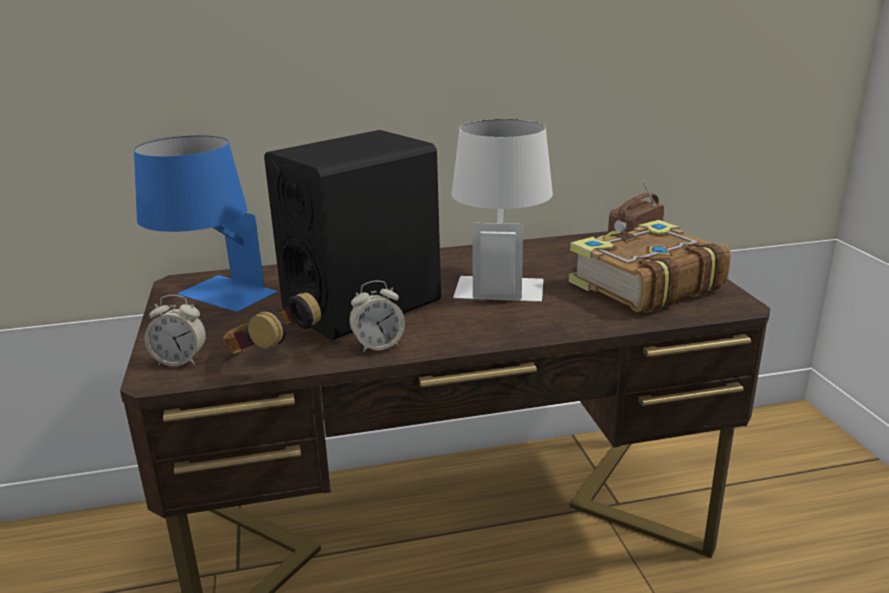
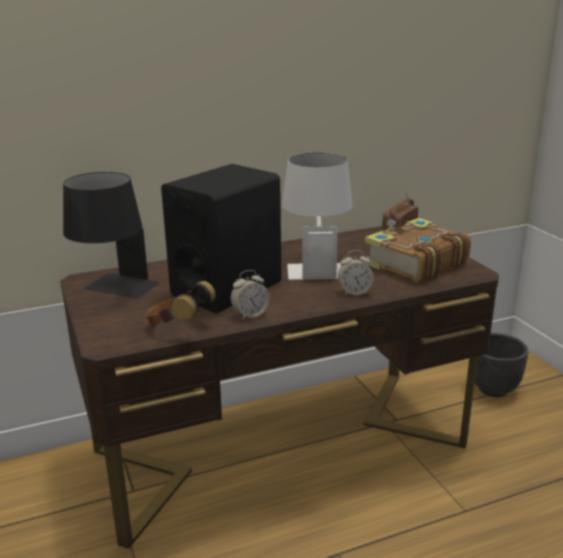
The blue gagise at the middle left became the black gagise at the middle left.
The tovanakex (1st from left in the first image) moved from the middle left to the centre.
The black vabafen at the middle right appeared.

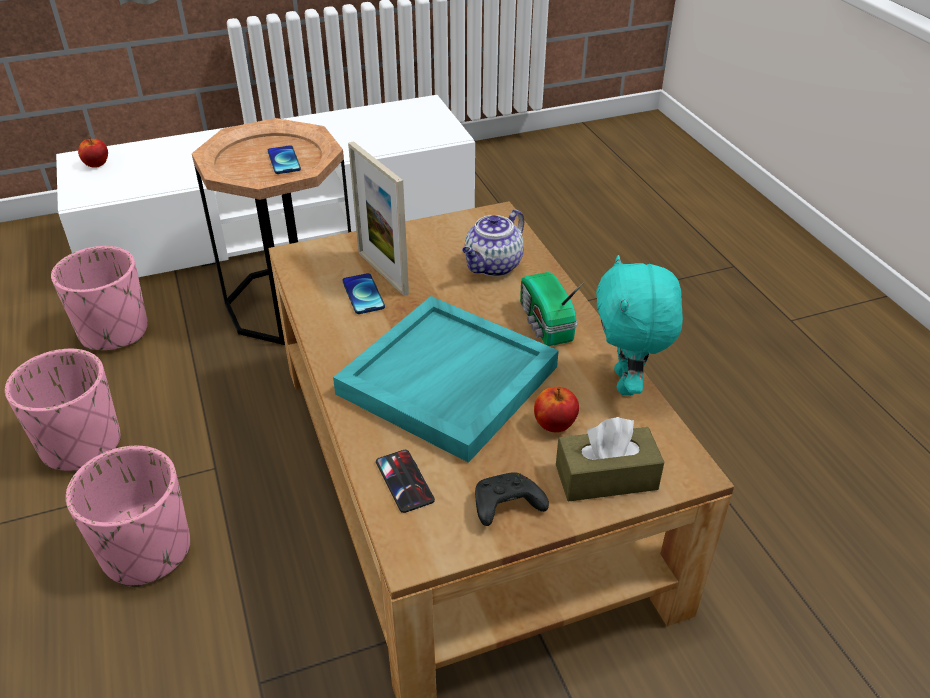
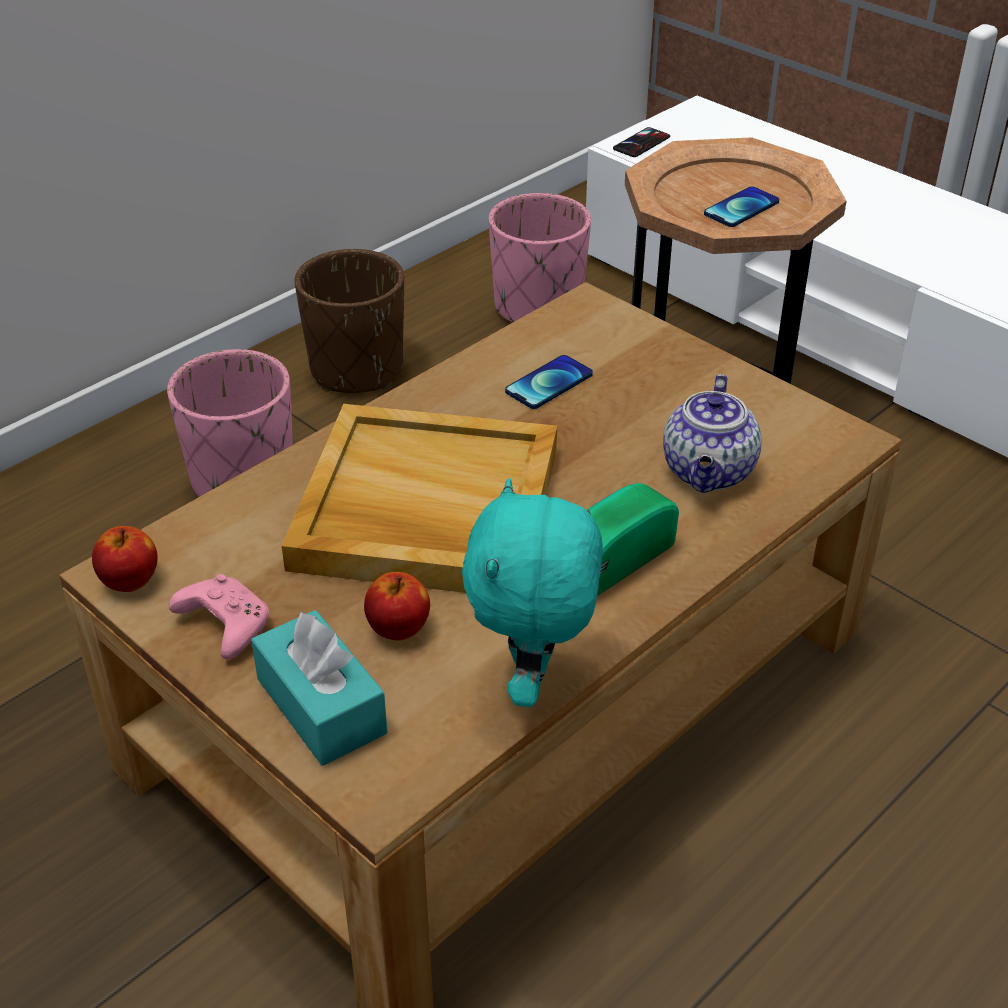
The pink vabafen (1st from left) at the middle left became the brown vabafen at the top centre.
The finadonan (1st from left) moved from the top left to the middle left.
The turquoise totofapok at the centre became the beige totofapok at the centre.
The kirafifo at the top centre disappeared.
The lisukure (3rd from left in the first image) moved from the bottom centre to the top centre.
The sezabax at the centre turned 90 degrees counterclockwise.
The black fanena at the bottom centre became the pink fanena at the middle left.
The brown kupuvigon at the centre became the turquoise kupuvigon at the bottom left.
The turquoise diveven at the middle right turned 60 degrees counterclockwise.

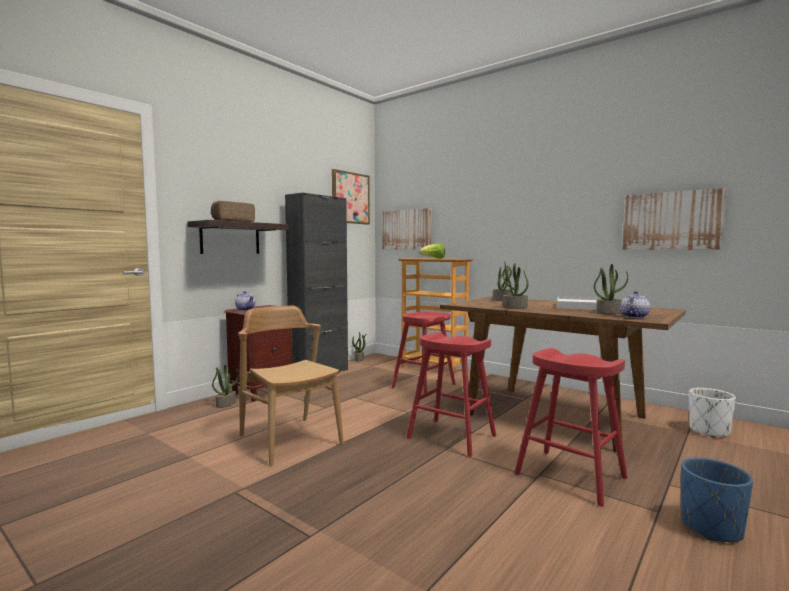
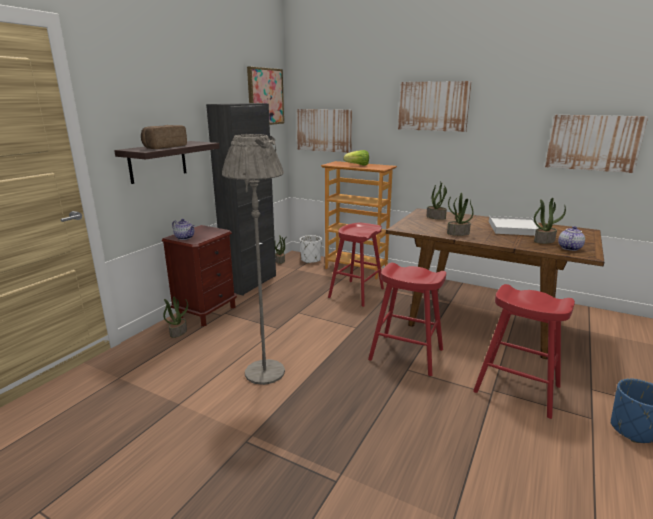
The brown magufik at the centre was replaced by the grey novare at the centre.
The white vabafen moved from the bottom right to the centre.
The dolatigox (3rd from left) at the top centre appeared.

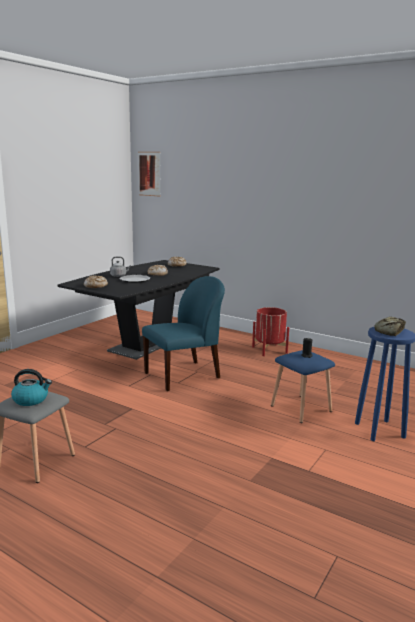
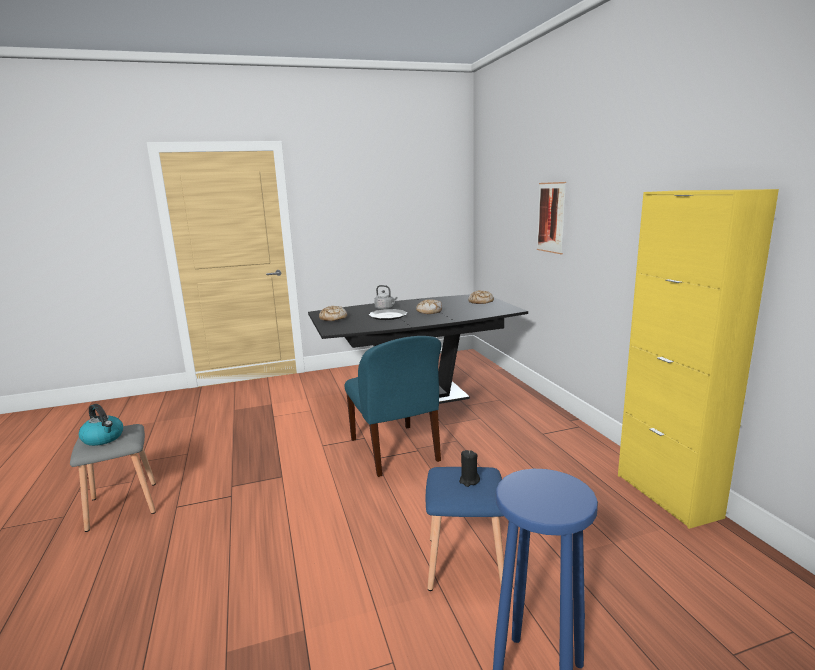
The dolatigox moved from the top centre to the top right.
The blue magufik at the centre turned 60 degrees clockwise.
The red vabafen at the centre disappeared.
The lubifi (4th from left) at the middle right disappeared.
The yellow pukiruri at the middle right appeared.

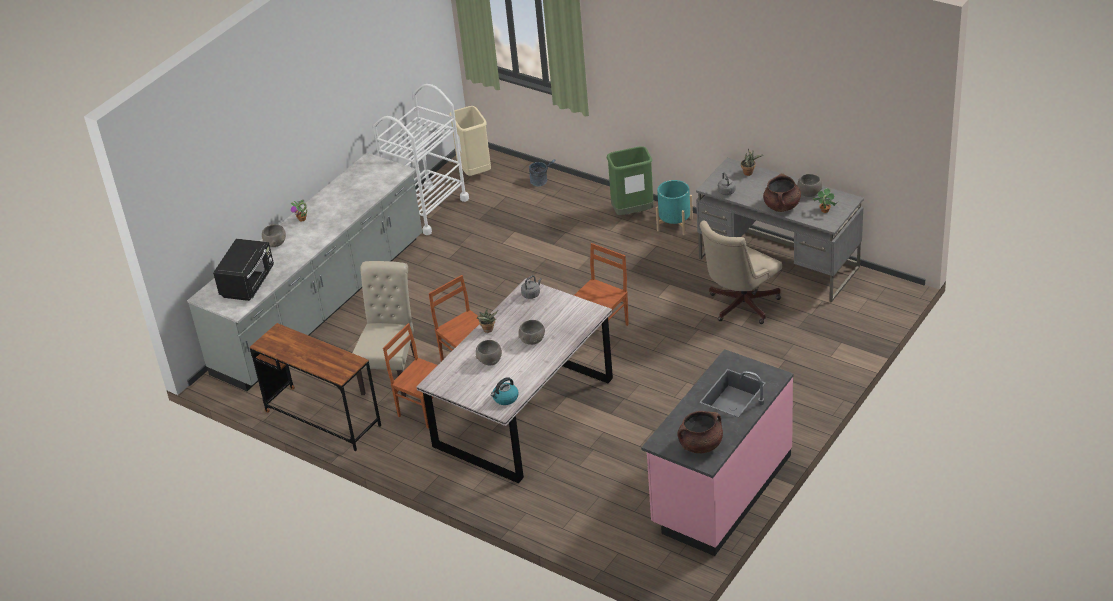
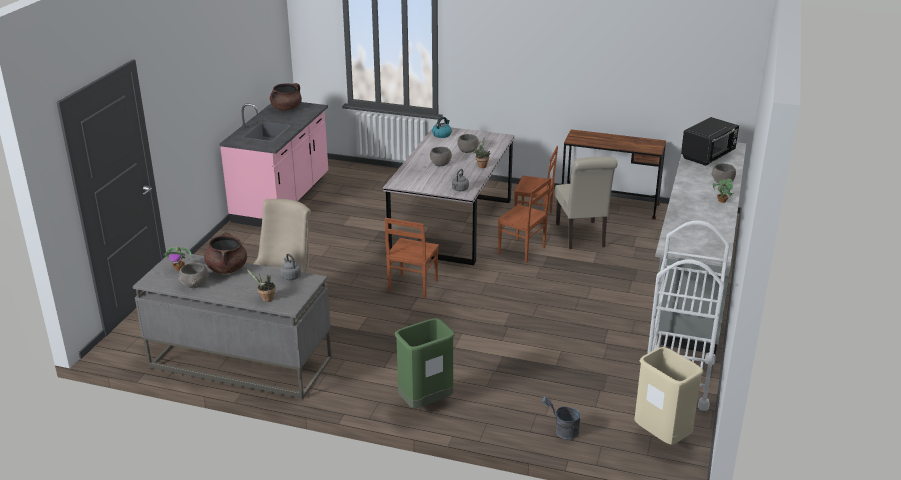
The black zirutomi at the middle left turned 135 degrees counterclockwise.
The turquoise vabafen at the centre disappeared.

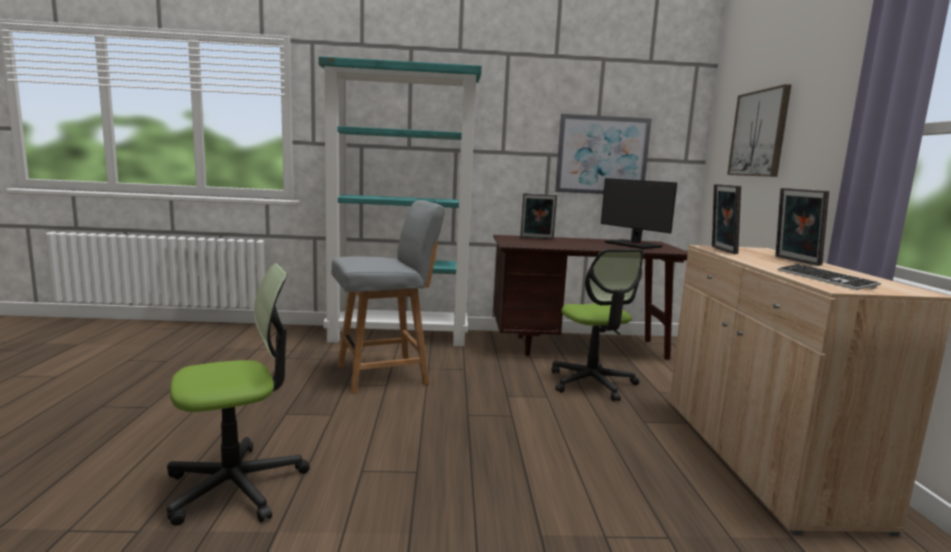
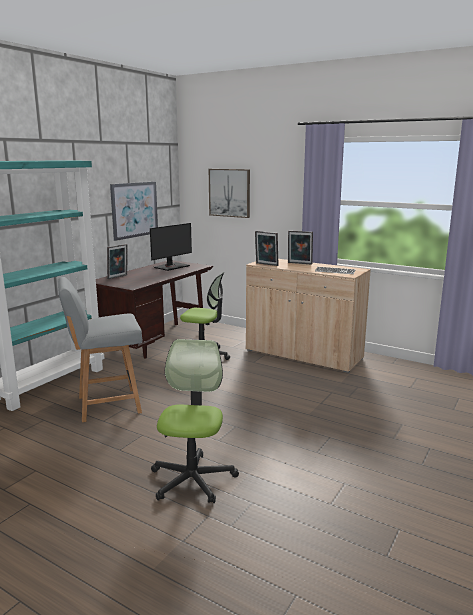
The grey magufik at the centre turned 120 degrees counterclockwise.
The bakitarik at the middle right turned 45 degrees counterclockwise.

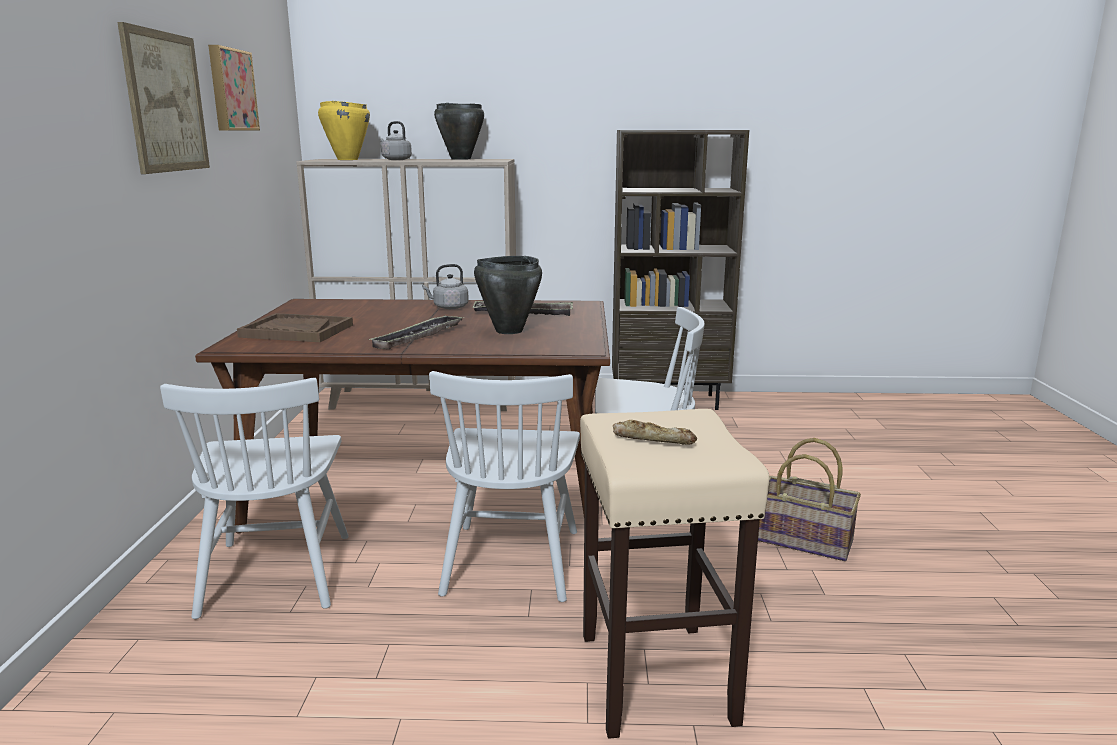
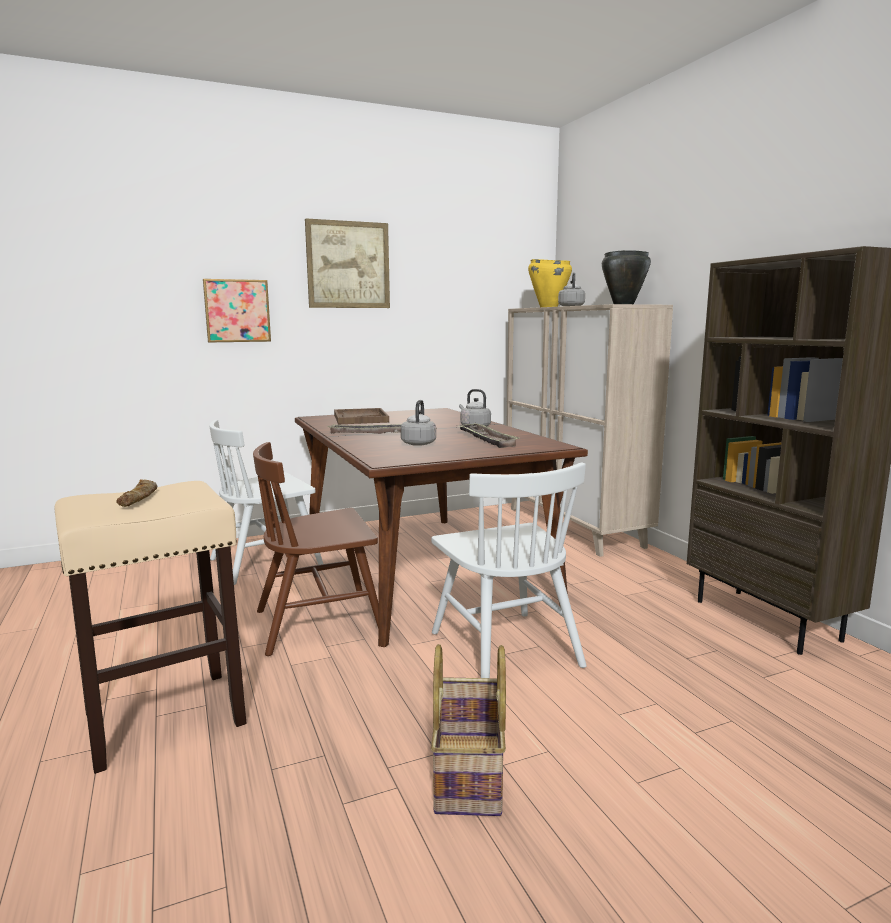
The dolatigox (2nd from left in the first image) moved from the top left to the middle left.
The white magufik (2nd from left) at the centre became the brown magufik at the centre.
The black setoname (2nd from left) at the centre was replaced by the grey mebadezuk (1st from left) at the centre.

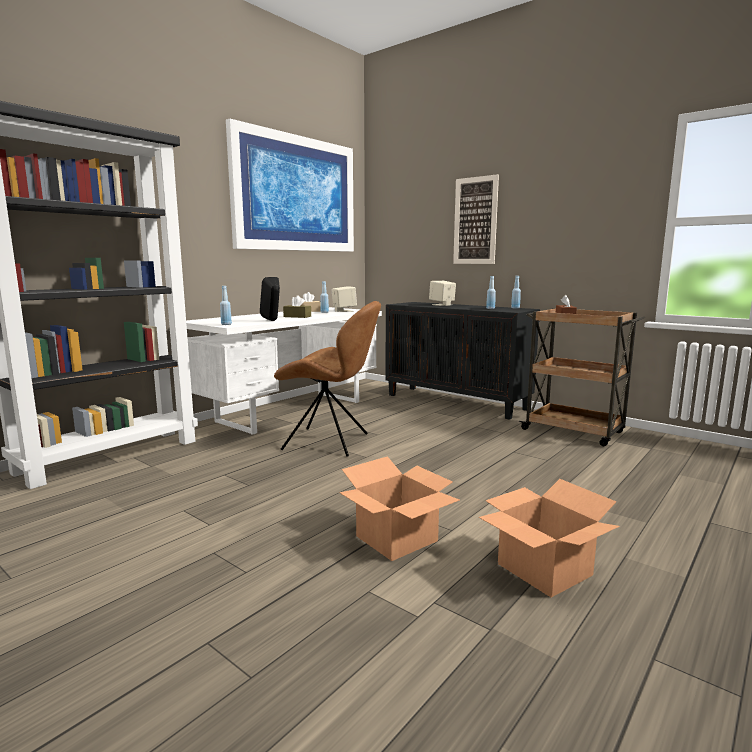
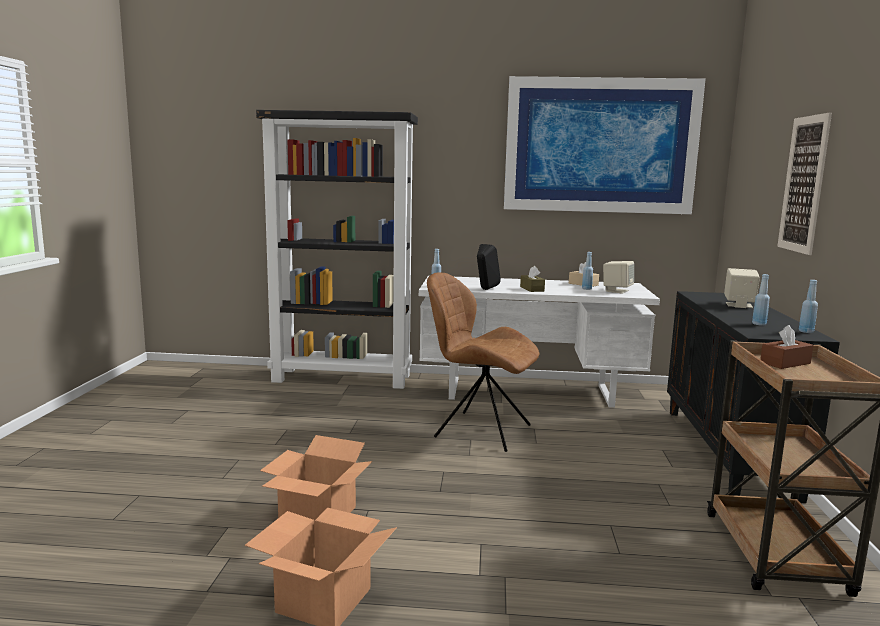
The brown magufik at the centre turned 135 degrees clockwise.

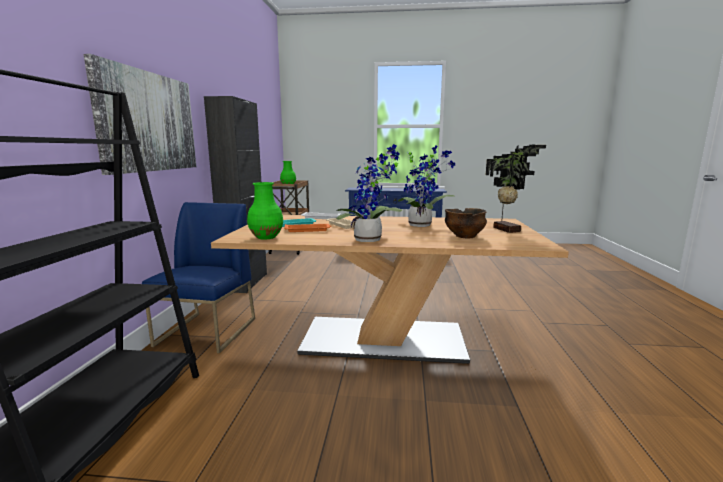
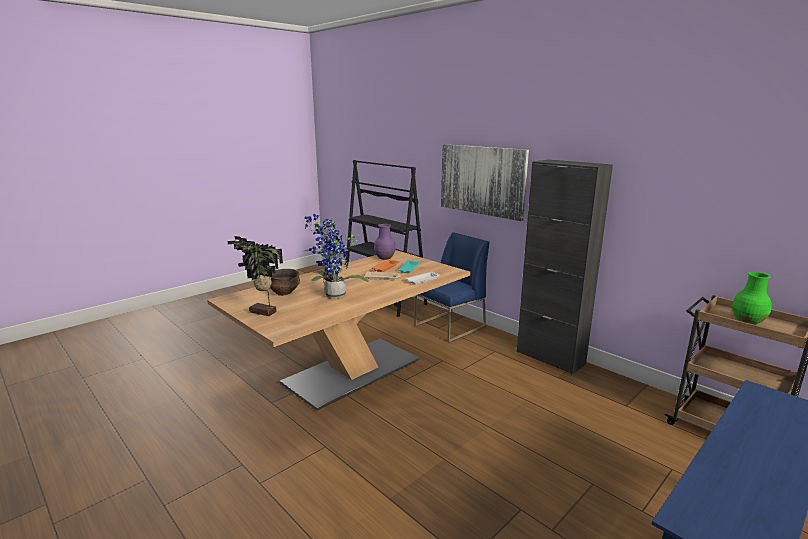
The blue magufik at the middle left turned 90 degrees counterclockwise.
The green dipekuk (1st from left) at the centre became the purple dipekuk at the centre.

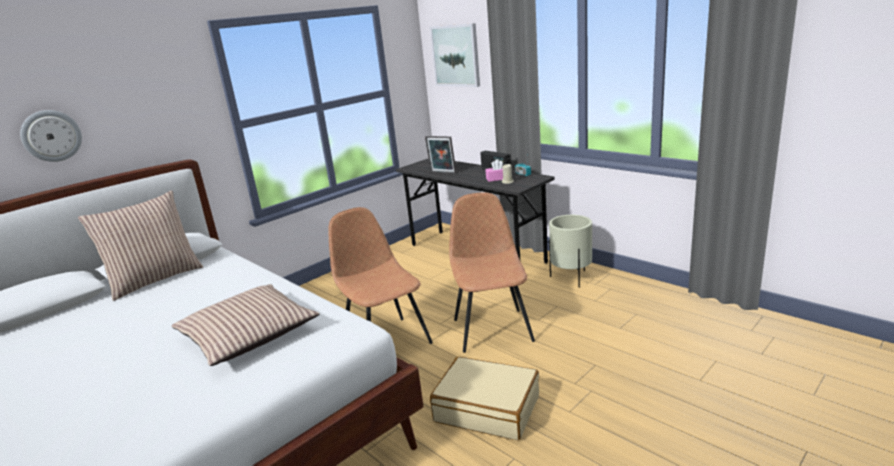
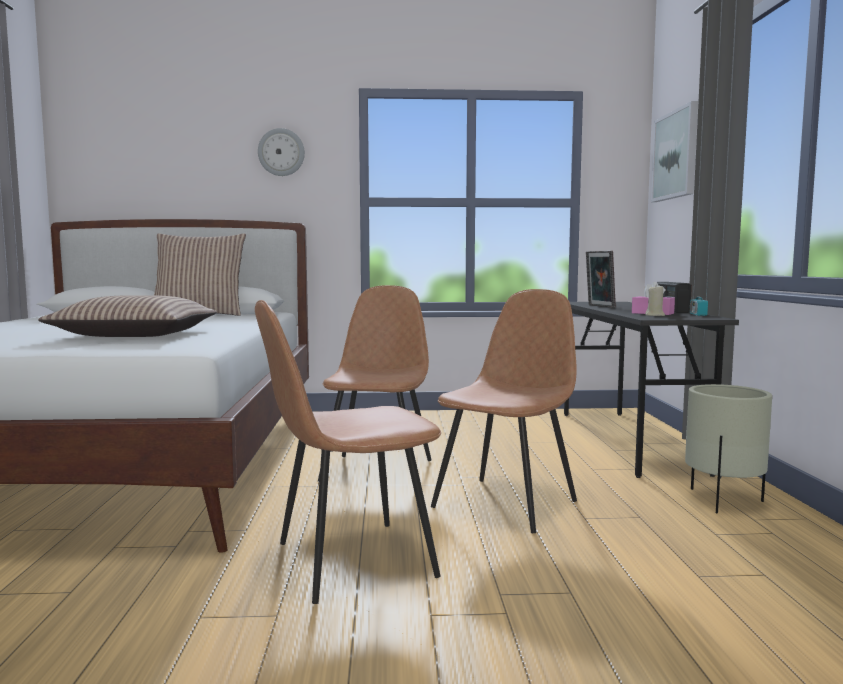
The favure moved from the top left to the top centre.
The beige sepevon at the bottom centre was replaced by the brown magufik (1st from left) at the centre.

